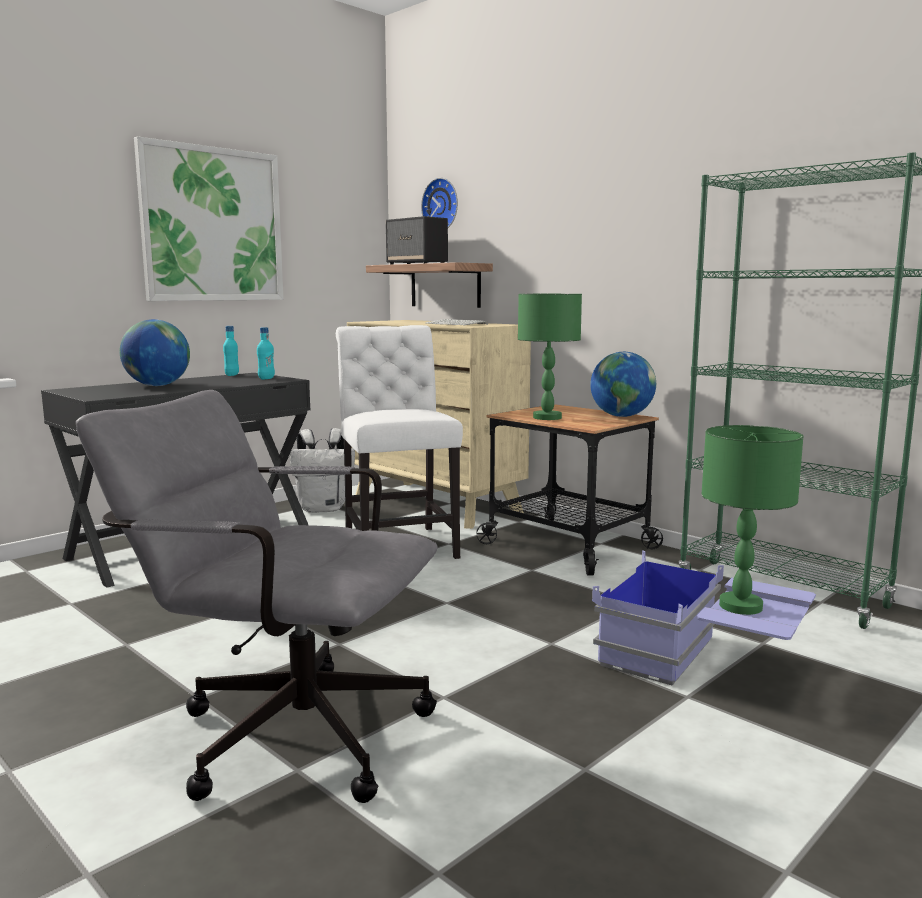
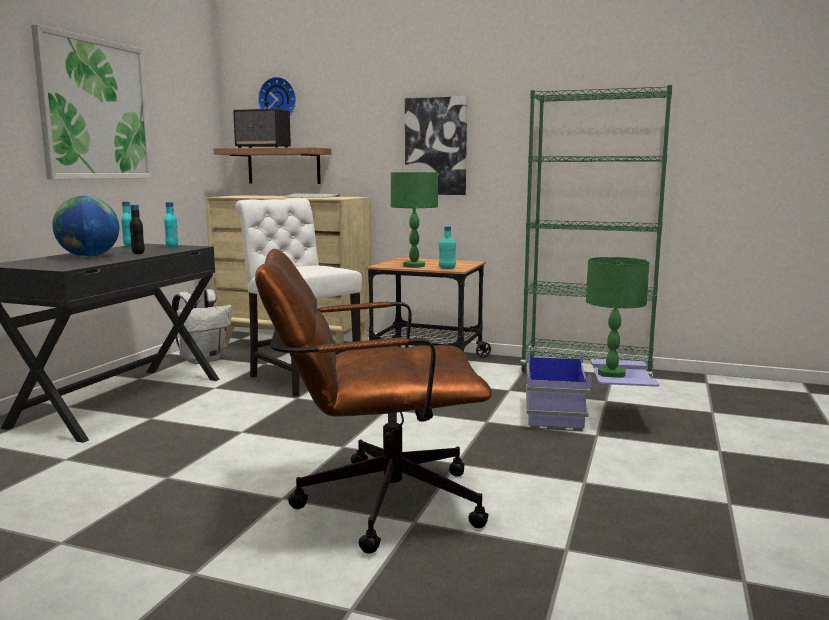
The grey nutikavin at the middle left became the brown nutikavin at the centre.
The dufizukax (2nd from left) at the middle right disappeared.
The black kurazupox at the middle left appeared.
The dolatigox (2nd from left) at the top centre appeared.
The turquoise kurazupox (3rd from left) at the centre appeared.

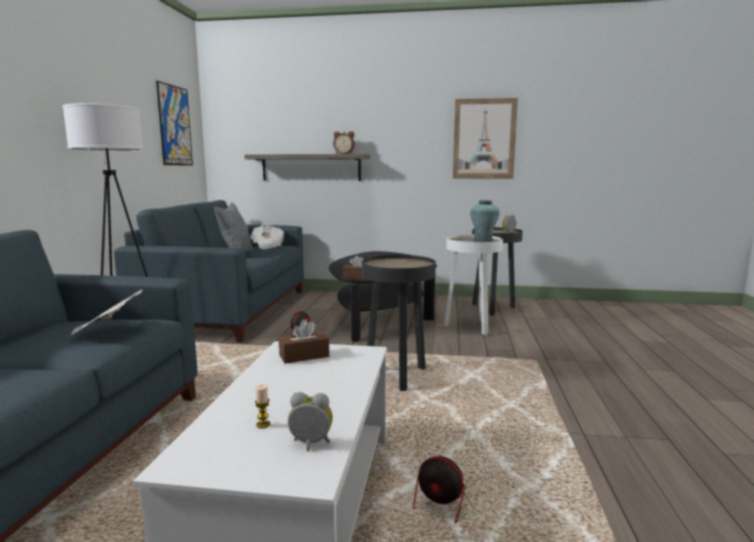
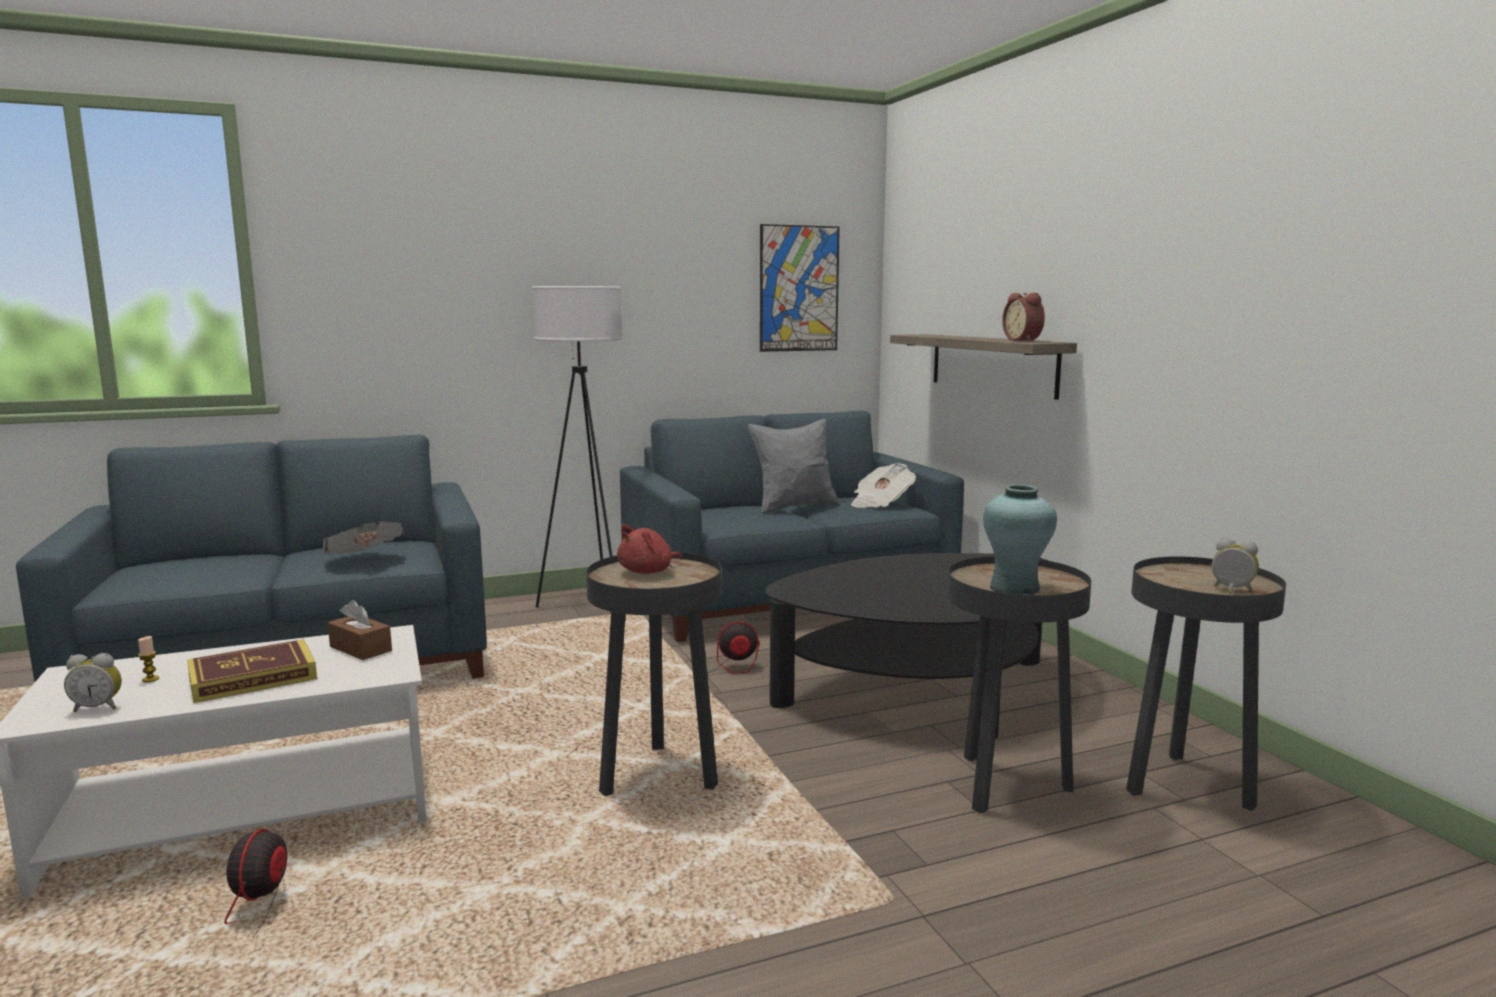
The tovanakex (1st from left) at the bottom centre turned 105 degrees clockwise.
The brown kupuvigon (2nd from left) at the centre disappeared.
The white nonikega at the centre became the black nonikega (2nd from left) at the bottom right.
The dolatigox (2nd from left) at the top centre disappeared.
The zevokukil at the bottom left appeared.
The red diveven at the centre appeared.

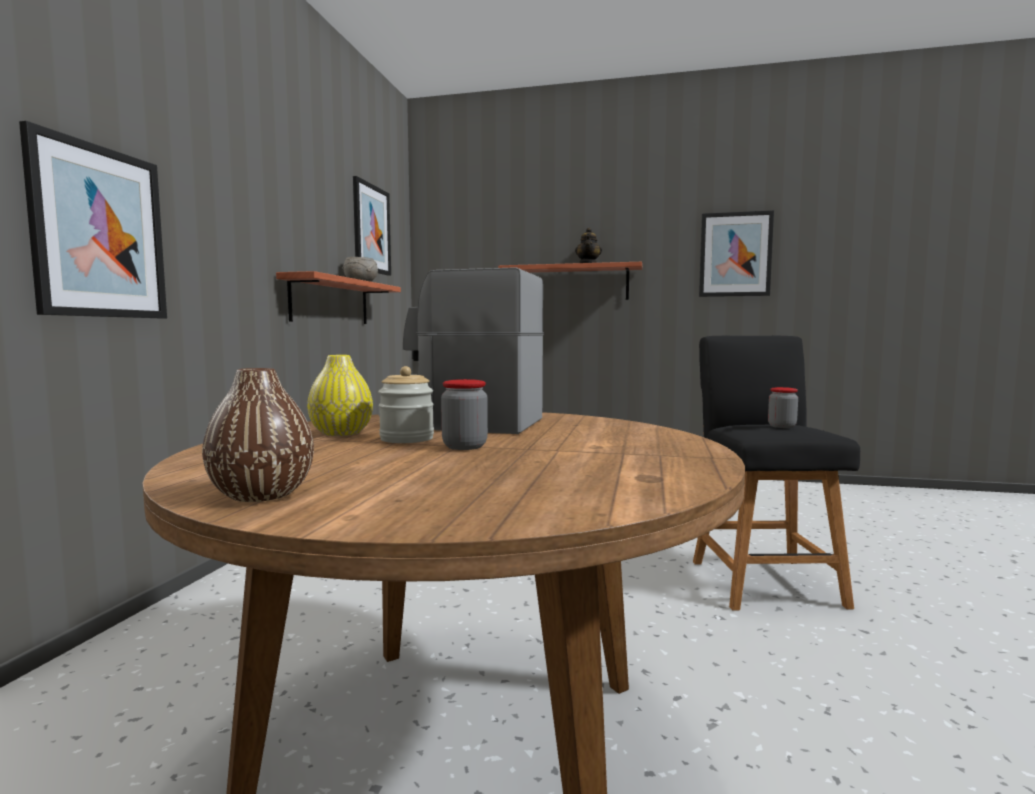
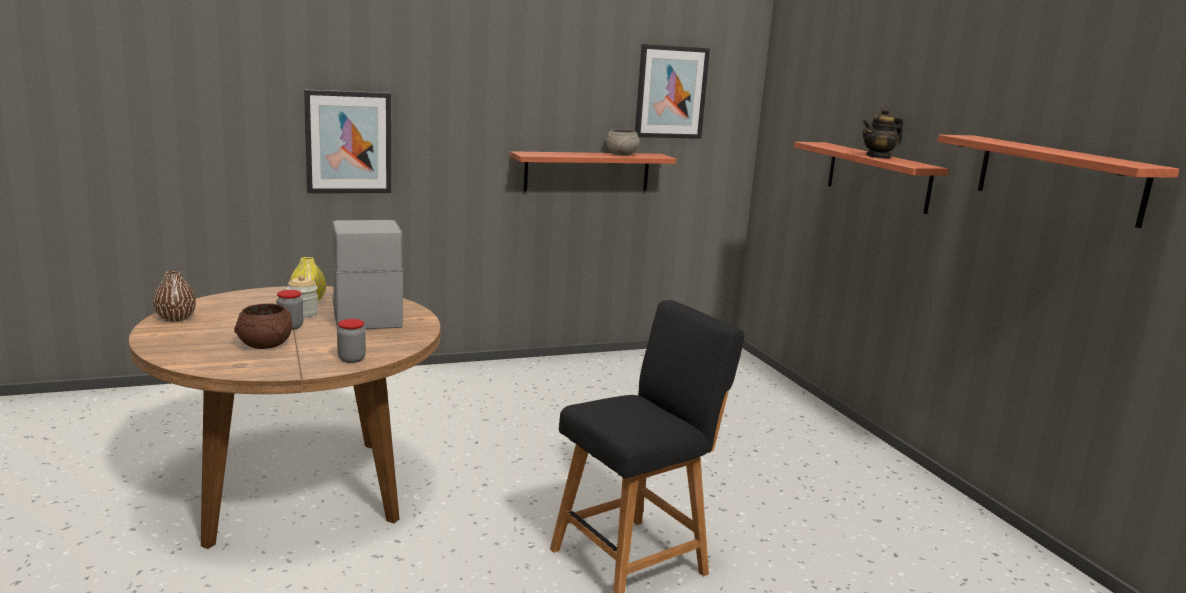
The dolatigox (3rd from left) at the top right was replaced by the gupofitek (3rd from left) at the top right.
The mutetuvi (3rd from left) moved from the middle right to the middle left.
The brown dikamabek at the middle left appeared.

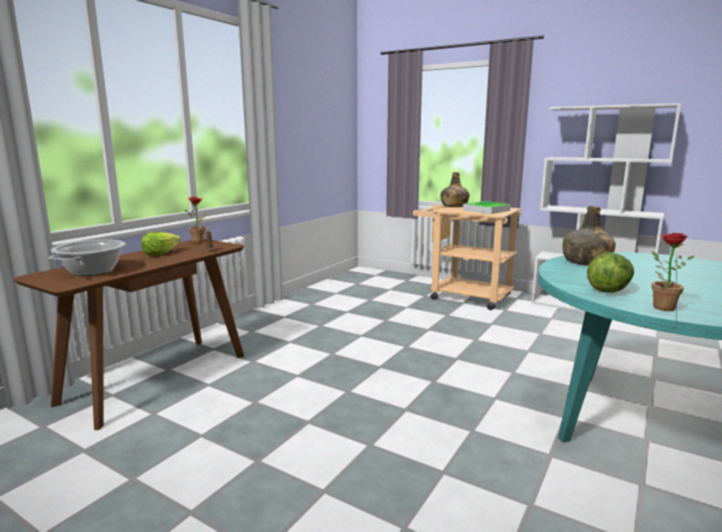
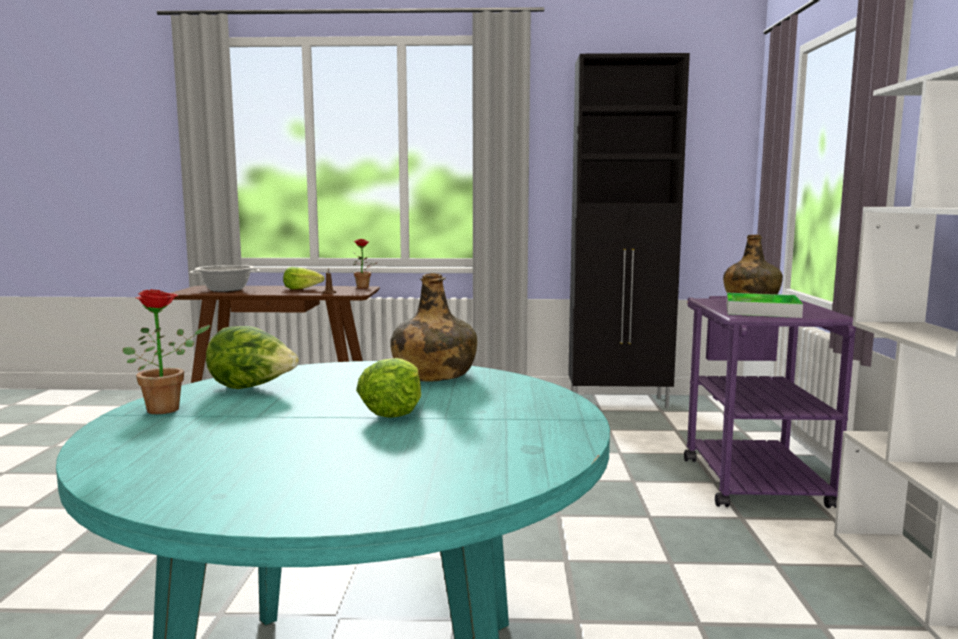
The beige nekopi at the centre became the purple nekopi at the middle right.
The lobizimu (3rd from left) at the centre appeared.
The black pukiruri at the centre appeared.

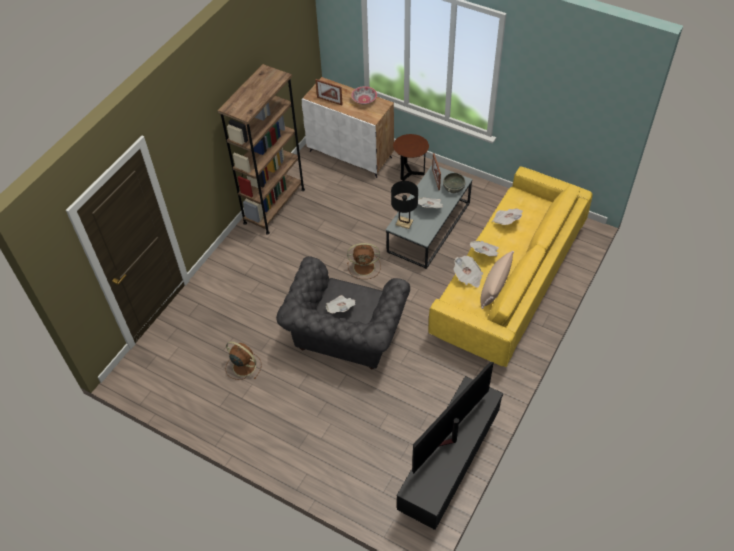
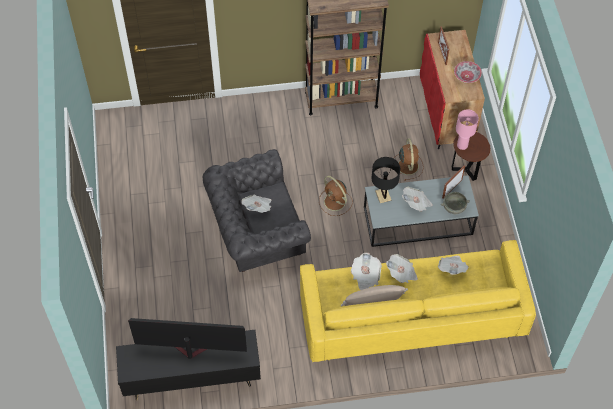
The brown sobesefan (1st from left in the first image) moved from the middle left to the centre.
The white pukiruri at the top centre became the red pukiruri at the top right.
The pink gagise at the top right appeared.

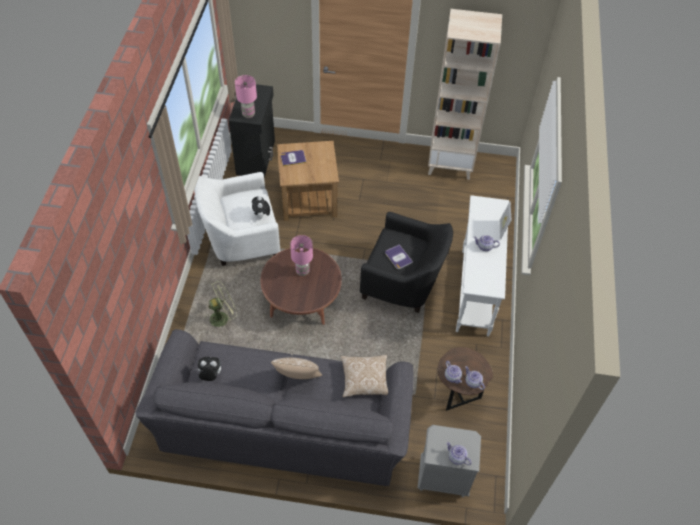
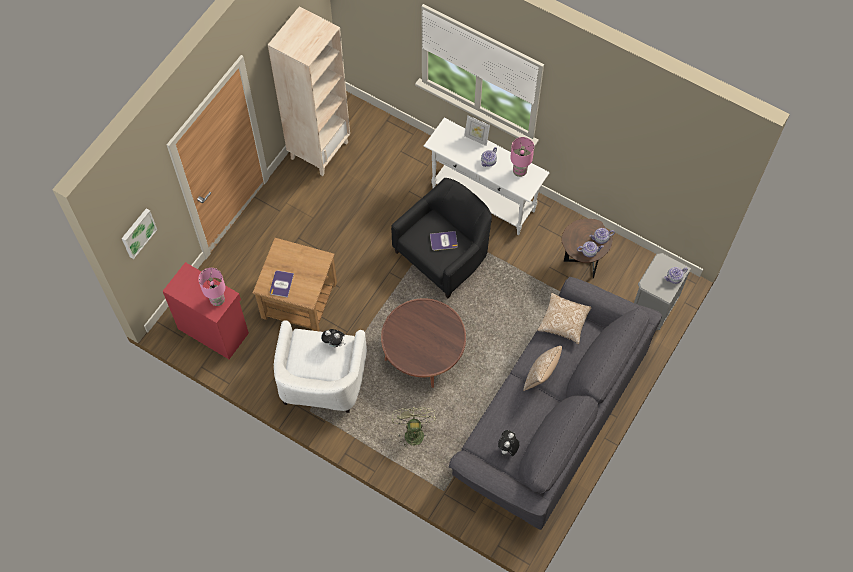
The black pukiruri at the top centre became the red pukiruri at the middle left.
The pink gagise (2nd from left) moved from the centre to the top centre.
The dolatigox at the middle left appeared.

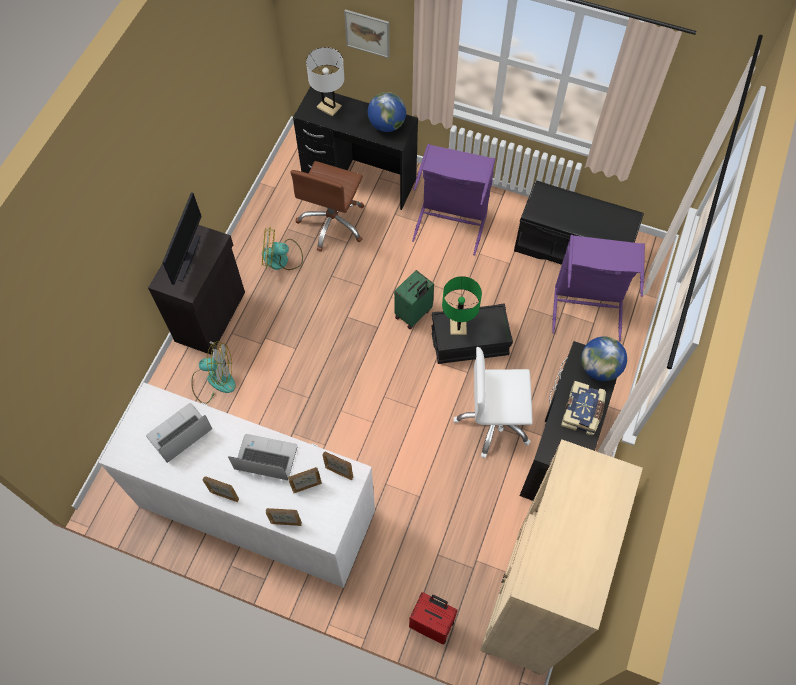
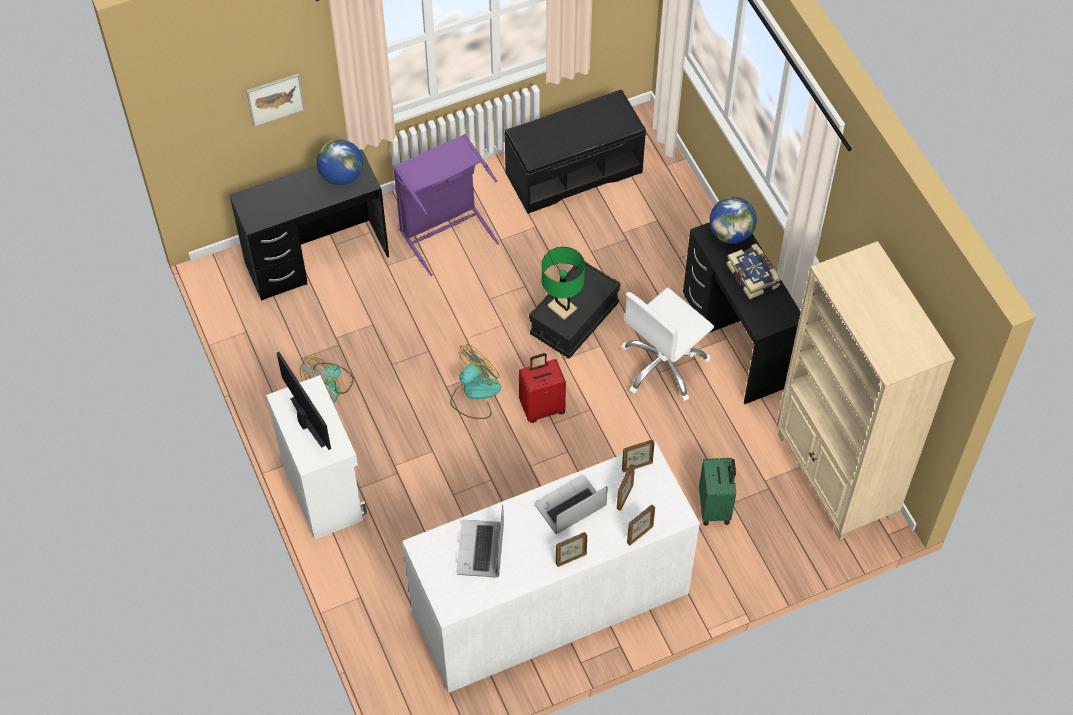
The black pukiruri at the middle left became the white pukiruri at the middle left.
The sobesefan (1st from left in the first image) moved from the middle left to the centre.
The brown nutikavin at the top centre disappeared.
The white gagise at the top centre disappeared.
The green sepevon moved from the centre to the bottom right.
The red sepevon moved from the bottom centre to the centre.
The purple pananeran (2nd from left) at the middle right disappeared.

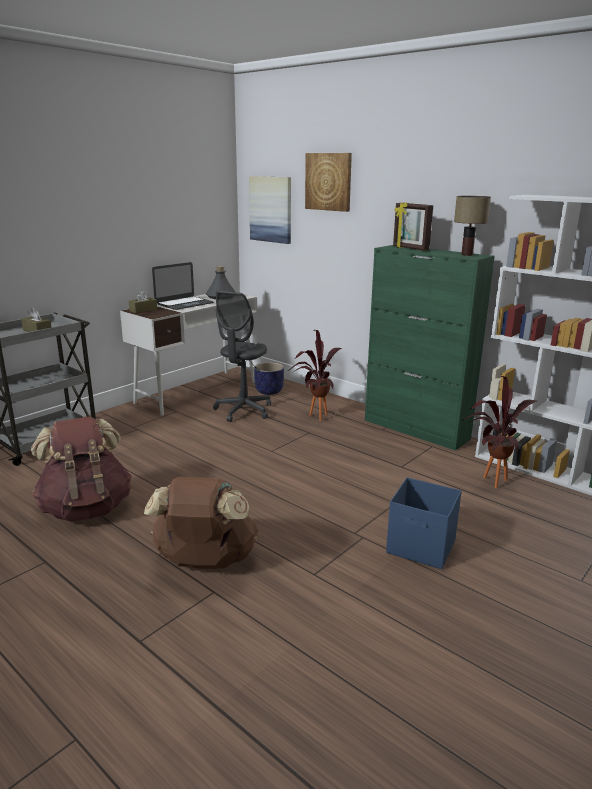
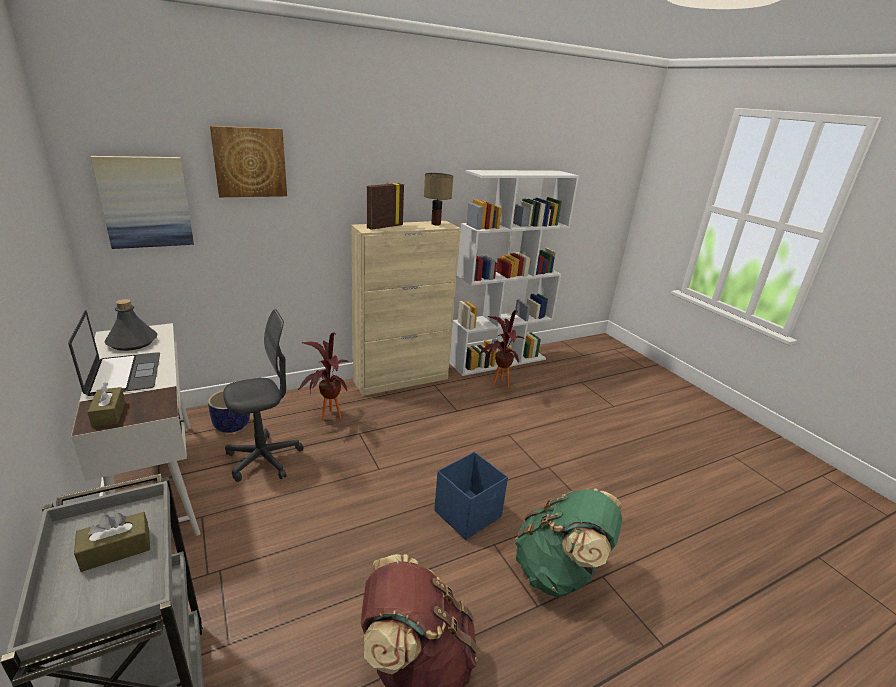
The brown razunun (2nd from left) at the centre became the green razunun at the bottom centre.
The grey nutikavin at the centre turned 75 degrees counterclockwise.
The green pukiruri at the middle right became the beige pukiruri at the centre.
The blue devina moved from the middle right to the bottom centre.
The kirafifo at the top right turned 150 degrees clockwise.

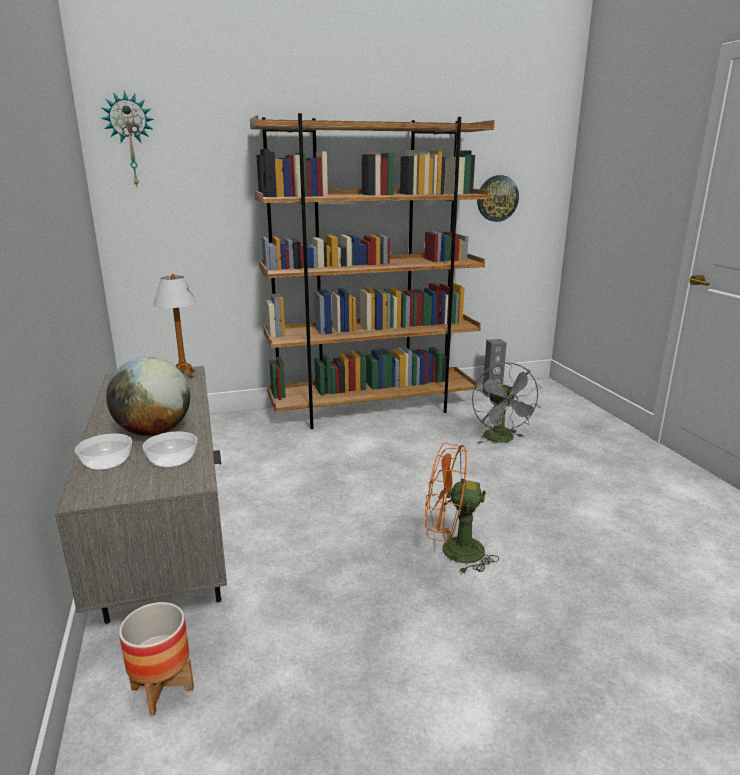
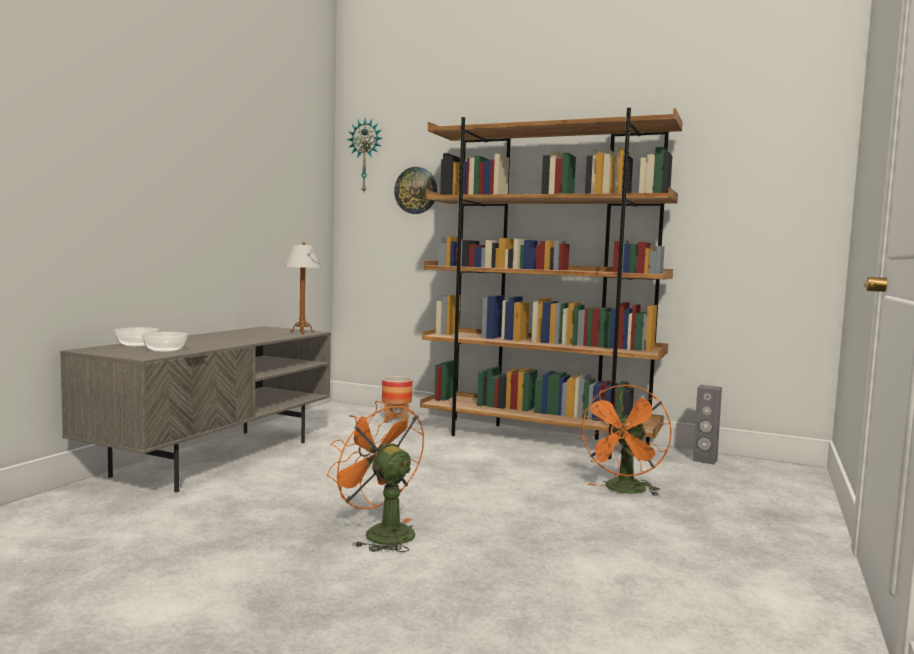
The dufizukax at the middle left disappeared.
The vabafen moved from the bottom left to the centre.
The grey sobesefan at the middle right became the orange sobesefan (2nd from left) at the bottom right.
The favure (2nd from left) moved from the top right to the top centre.

